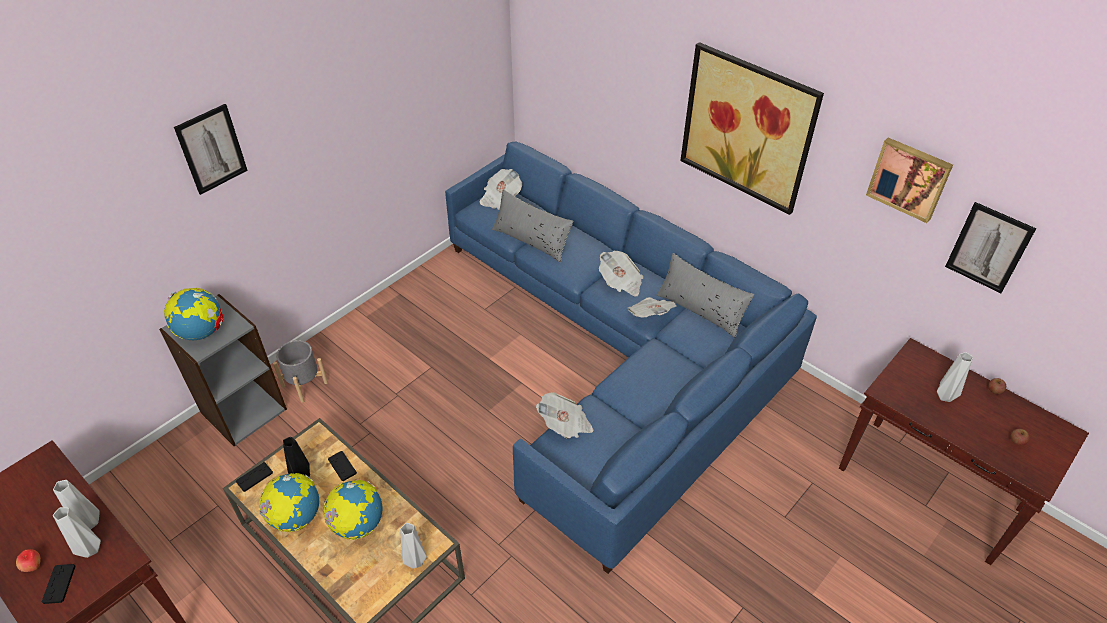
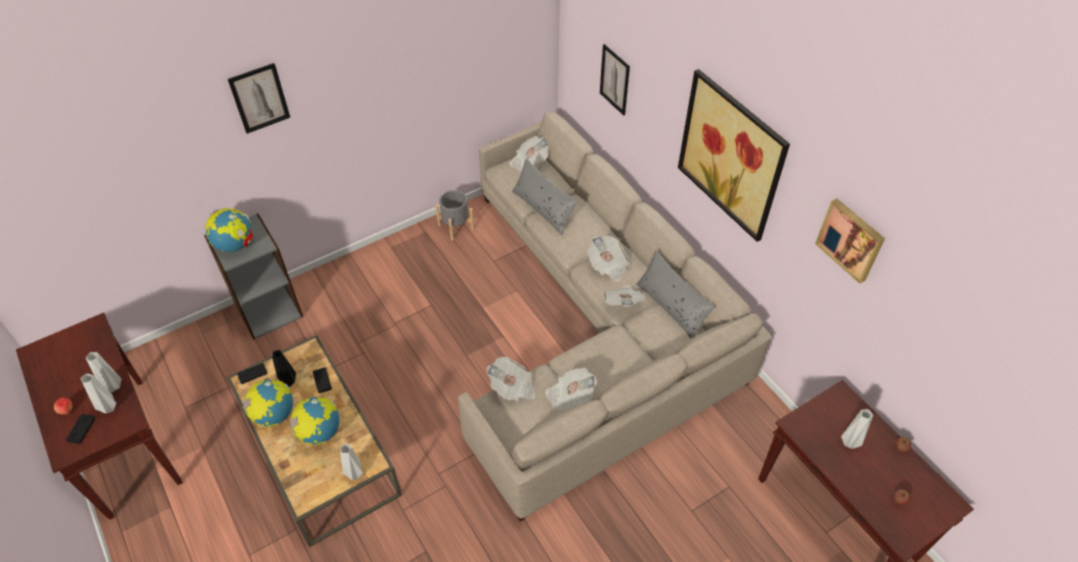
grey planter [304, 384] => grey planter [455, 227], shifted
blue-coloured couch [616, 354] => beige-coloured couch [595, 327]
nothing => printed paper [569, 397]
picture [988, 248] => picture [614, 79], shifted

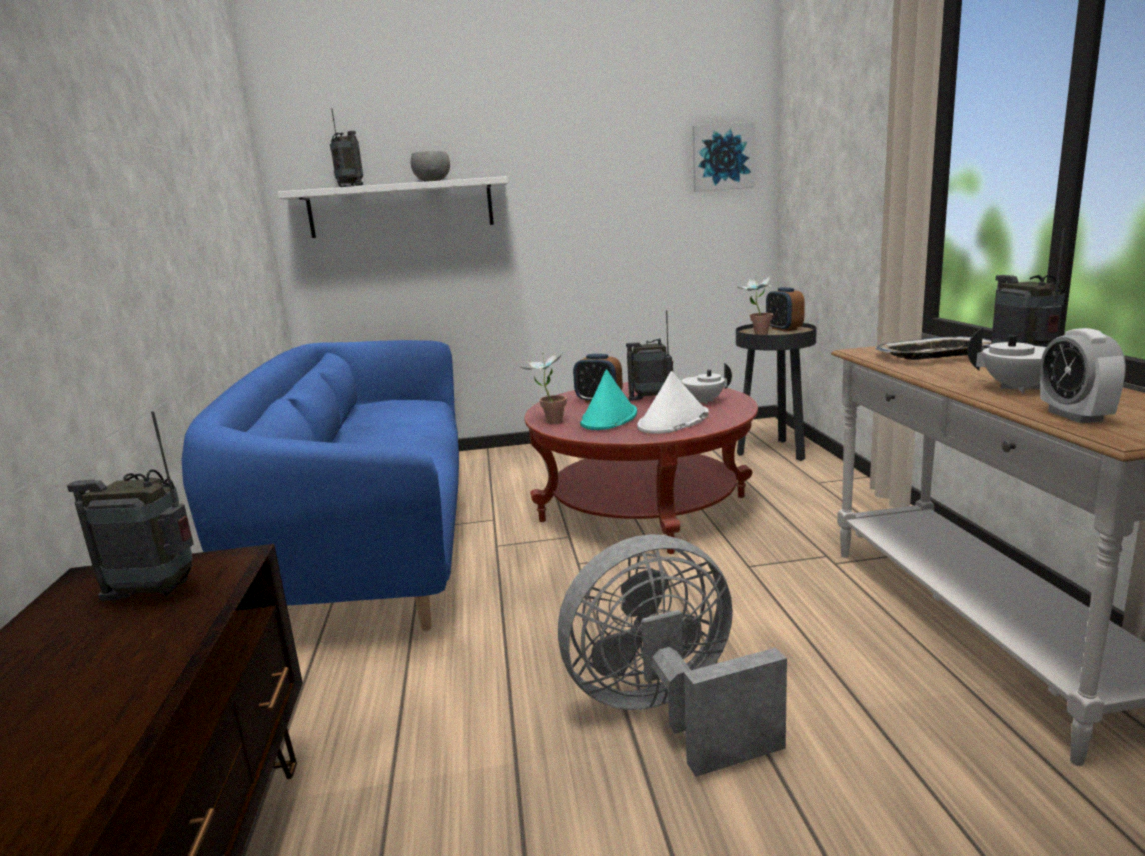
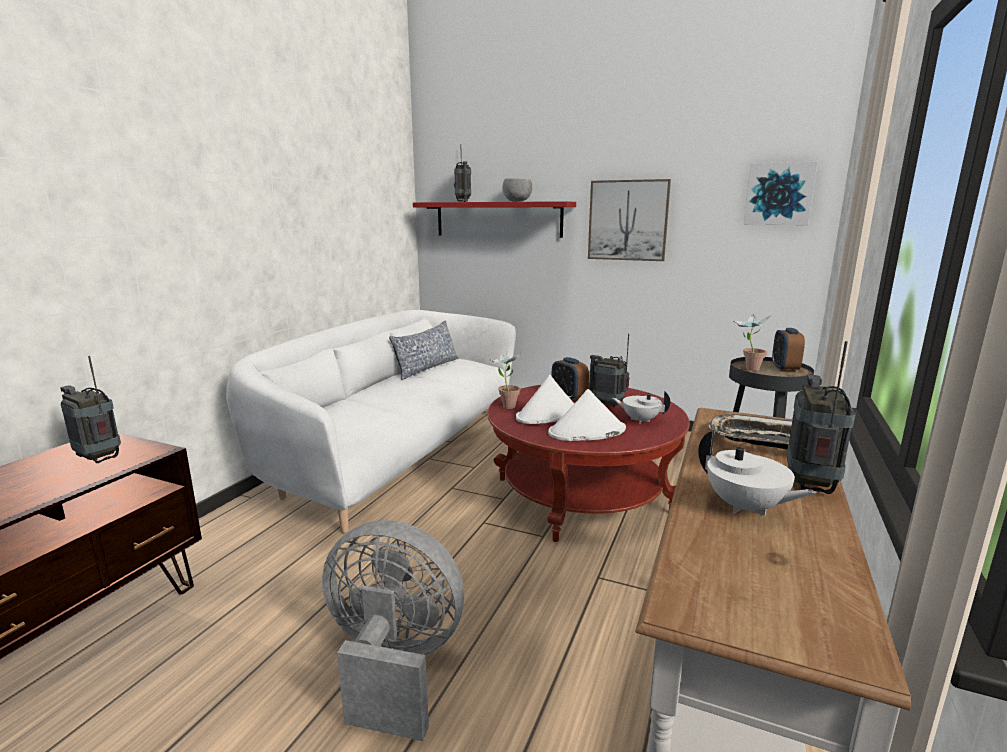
blue-coloured couch [373, 535] => white couch [395, 453]
nothing => cushion [426, 368]
white bracket shelf [401, 208] => red-coloured bracket shelf [498, 219]
turquoise-coloured clothing hat [609, 418] => white clothing hat [548, 415]
nothing => picture [628, 220]
table clock [1075, 416] => nothing

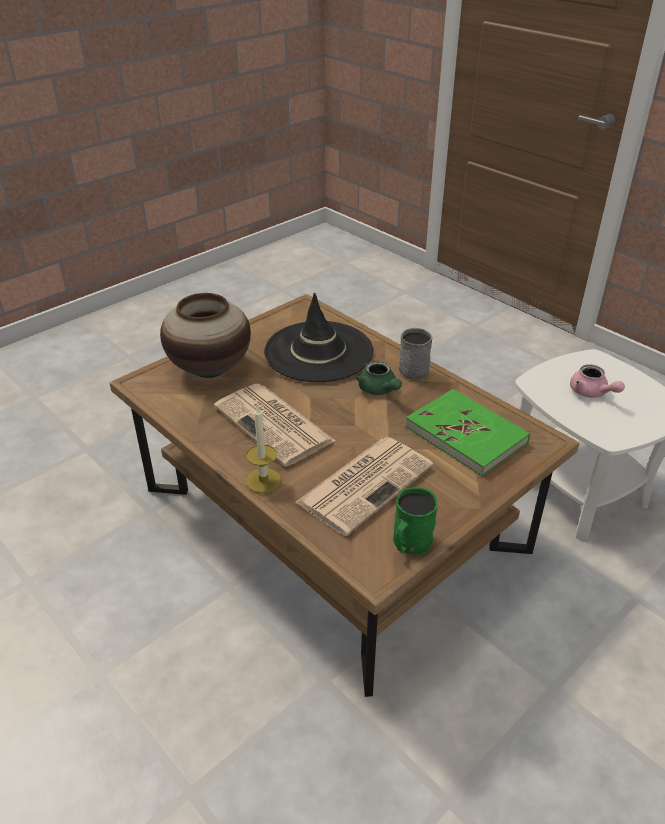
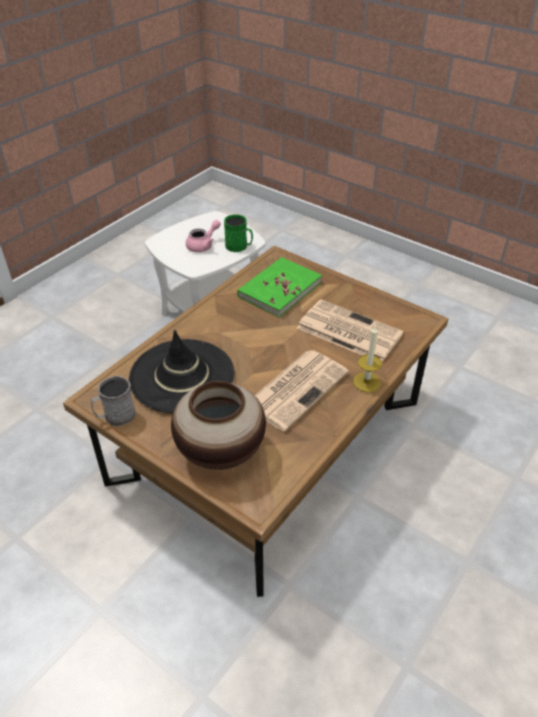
grey coffee mug [412, 368] => grey coffee mug [115, 416], shifted
greenish coffee mug [410, 543] => greenish coffee mug [239, 246], shifted
greenish teapot [379, 390] => nothing

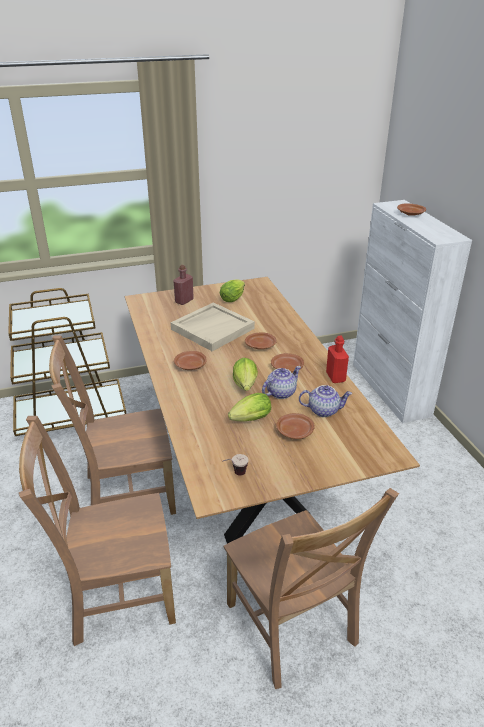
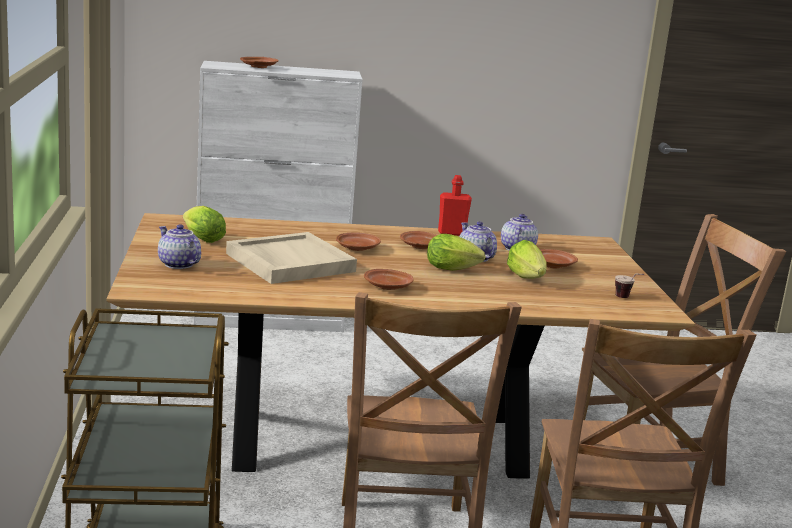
red-coloured beverage bottle [184, 301] => teapot [177, 264]

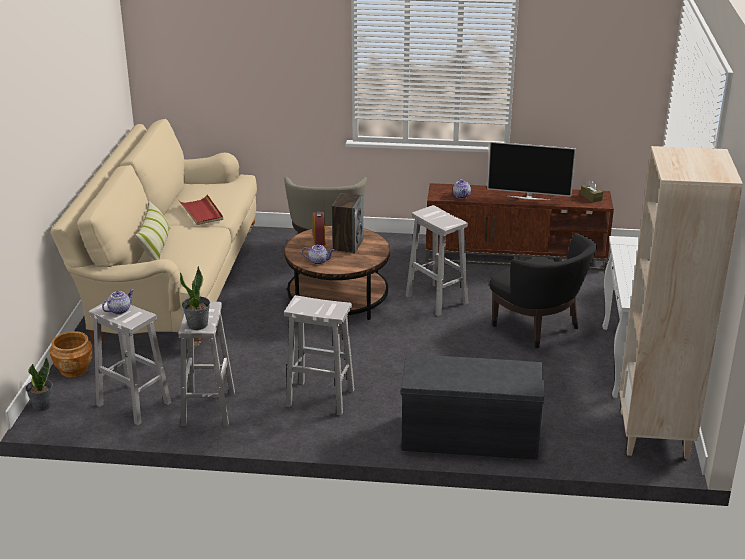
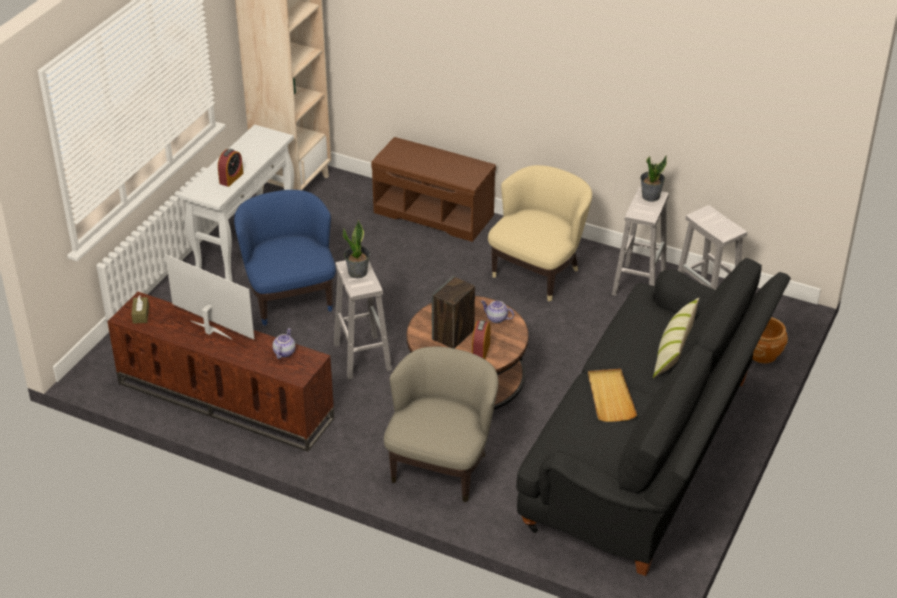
nothing => table clock [231, 178]
black easy chair [539, 328] => blue-coloured easy chair [289, 298]
houseplant [42, 405] => houseplant [358, 272], shifted
grey long seat [468, 437] => brown long seat [435, 213]
white sitting stool [319, 398] => beige-coloured easy chair [538, 272]
beige-coloured couch [172, 283] => black couch [648, 455]
red-coloured serving tray [201, 212] => beige-coloured serving tray [610, 397]
teapot [119, 310] => nothing

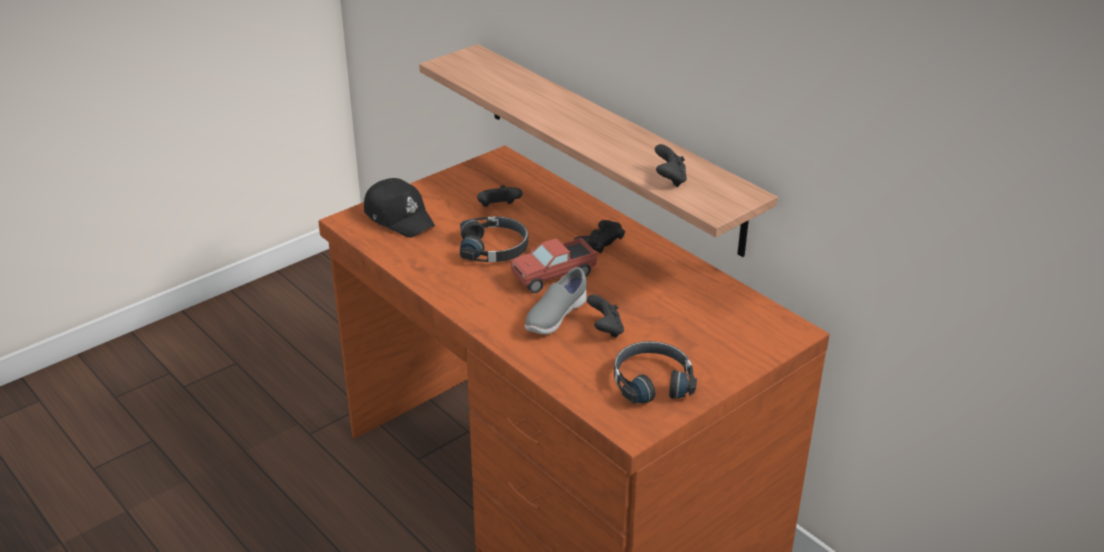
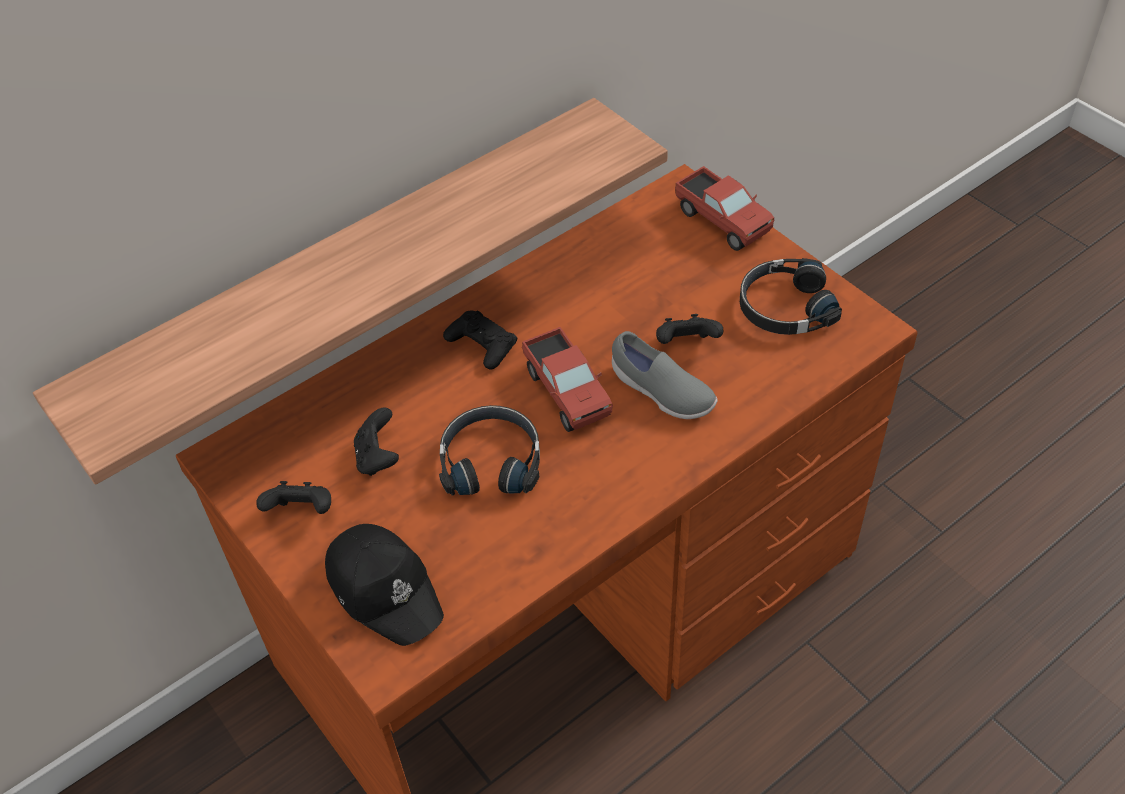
black joypad [669, 179] => black joypad [302, 511], shifted
black peaked cap [399, 217] => black peaked cap [385, 589], 90 degrees clockwise
nothing => toy truck [722, 222]

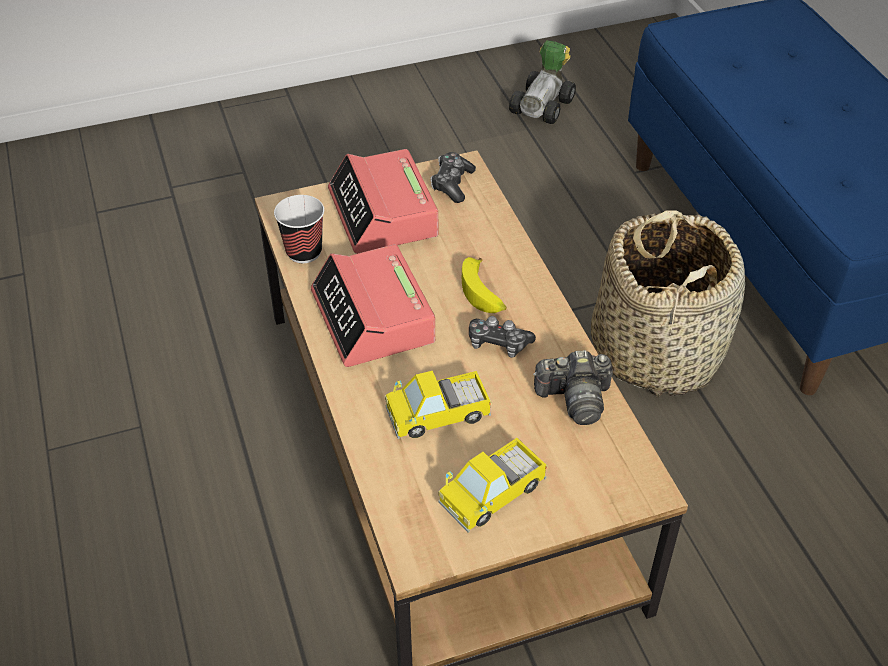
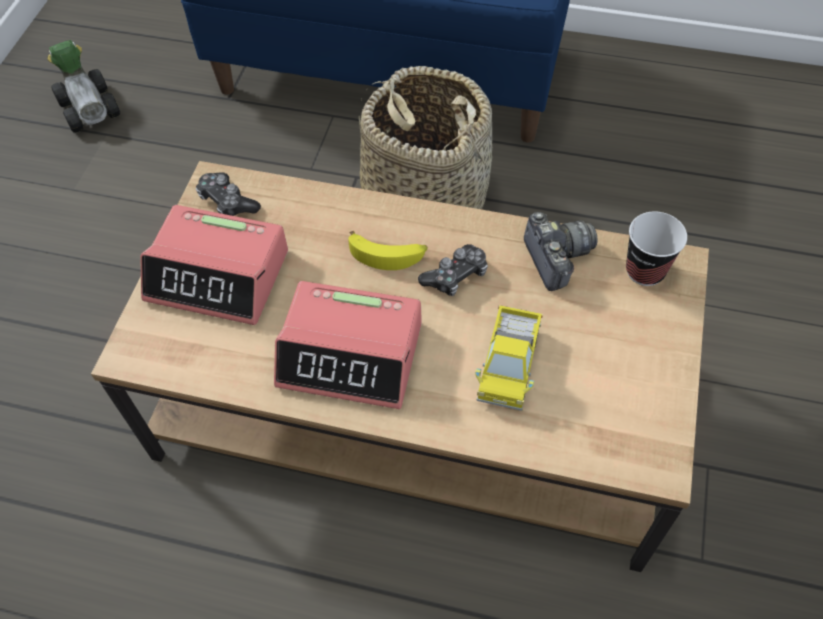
still camera [574, 399] => still camera [556, 258], 45 degrees counterclockwise
small cup [304, 252] => small cup [645, 271], shifted
toy truck [492, 494] => nothing

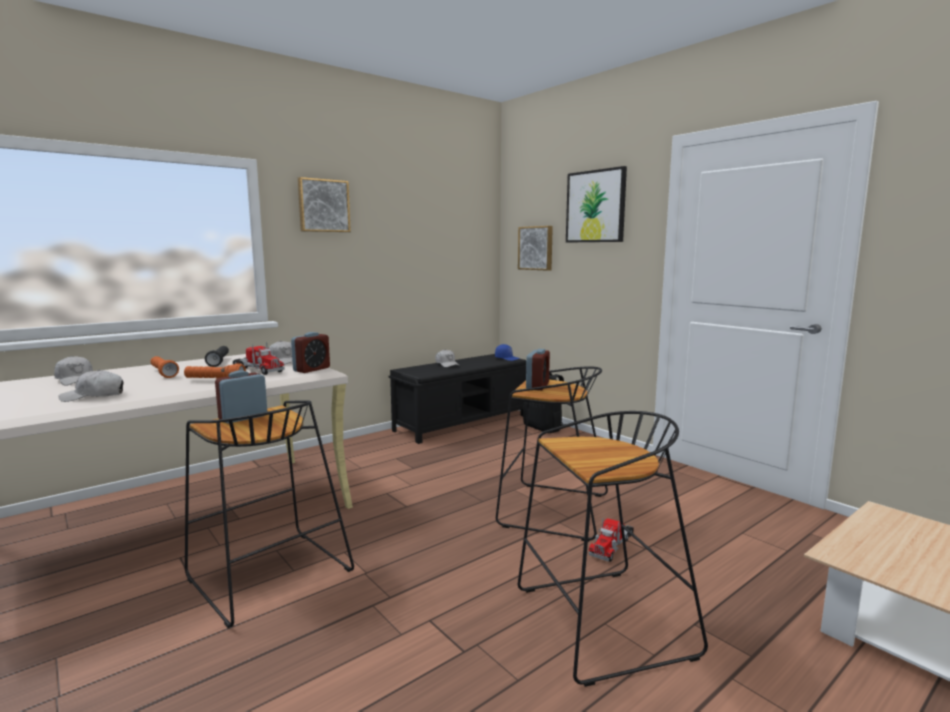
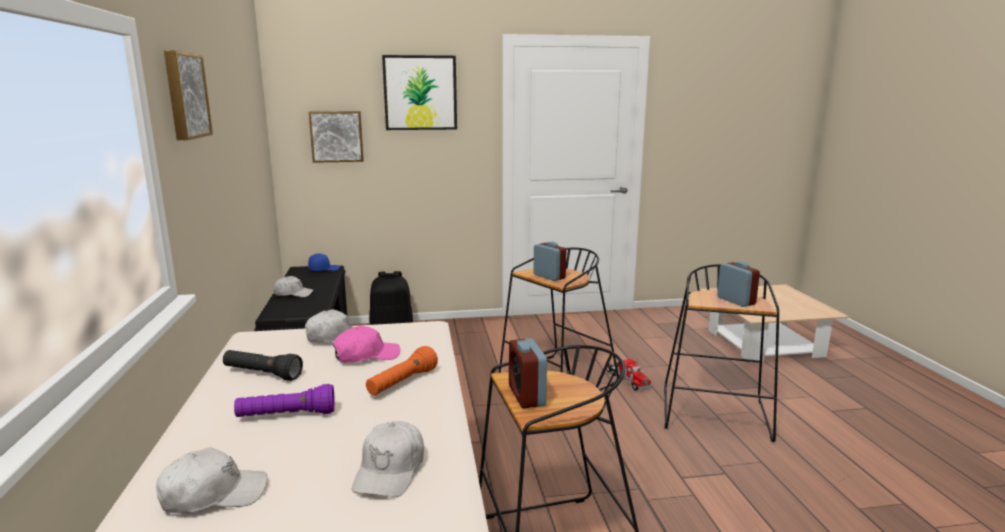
orange-coloured flashlight [163, 373] => purple flashlight [286, 416]
toy truck [257, 370] => pinkish peaked cap [366, 355]
table clock [311, 369] => table clock [736, 301], shifted

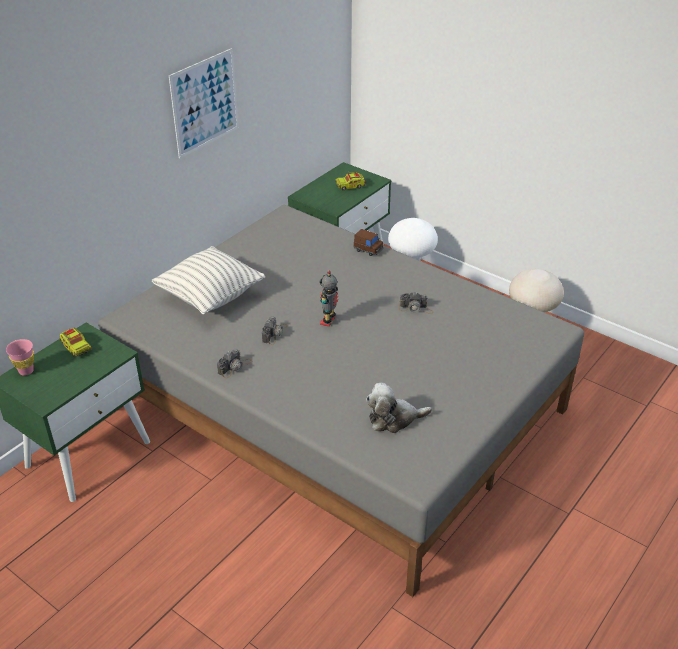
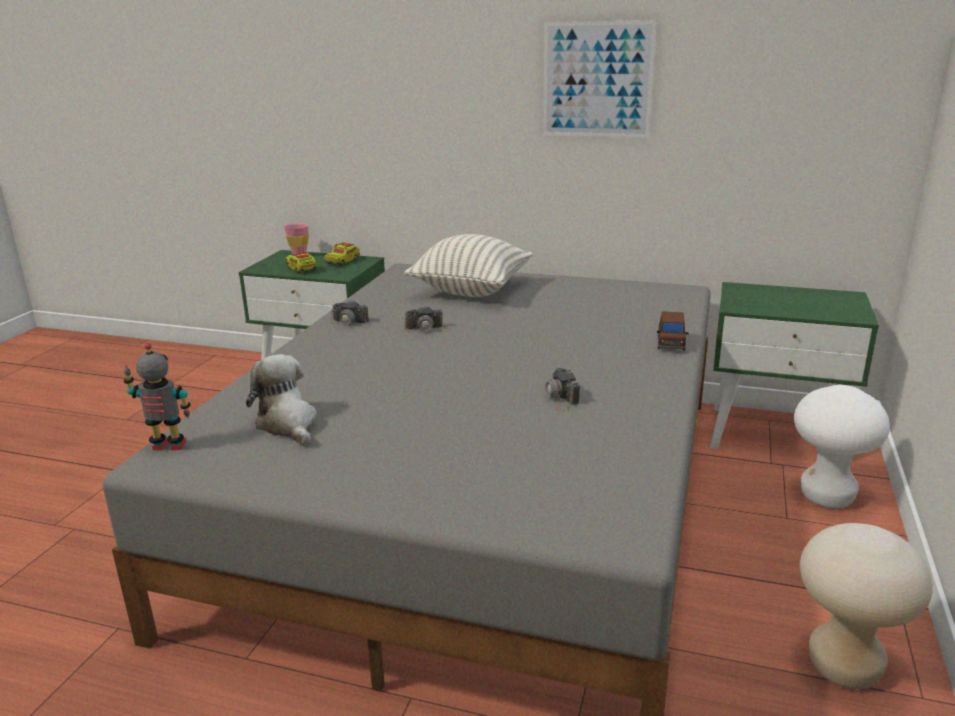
robot figure [328, 321] => robot figure [168, 447], shifted
toy truck [350, 186] => toy truck [301, 269], shifted

